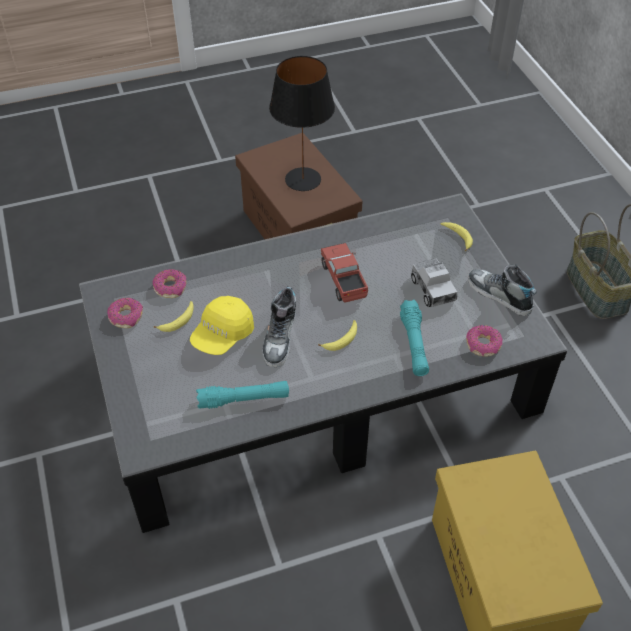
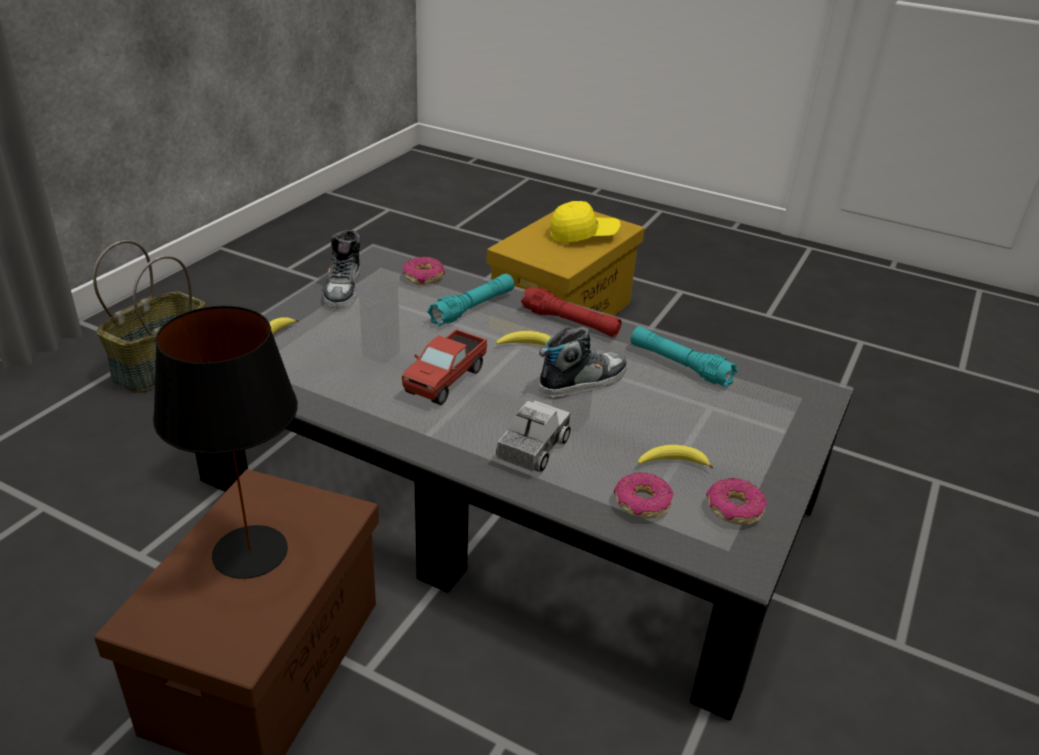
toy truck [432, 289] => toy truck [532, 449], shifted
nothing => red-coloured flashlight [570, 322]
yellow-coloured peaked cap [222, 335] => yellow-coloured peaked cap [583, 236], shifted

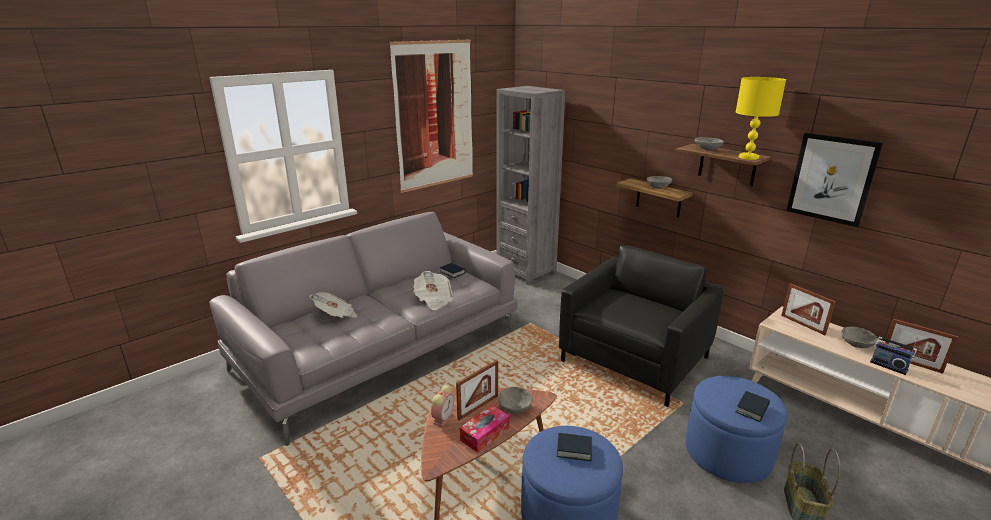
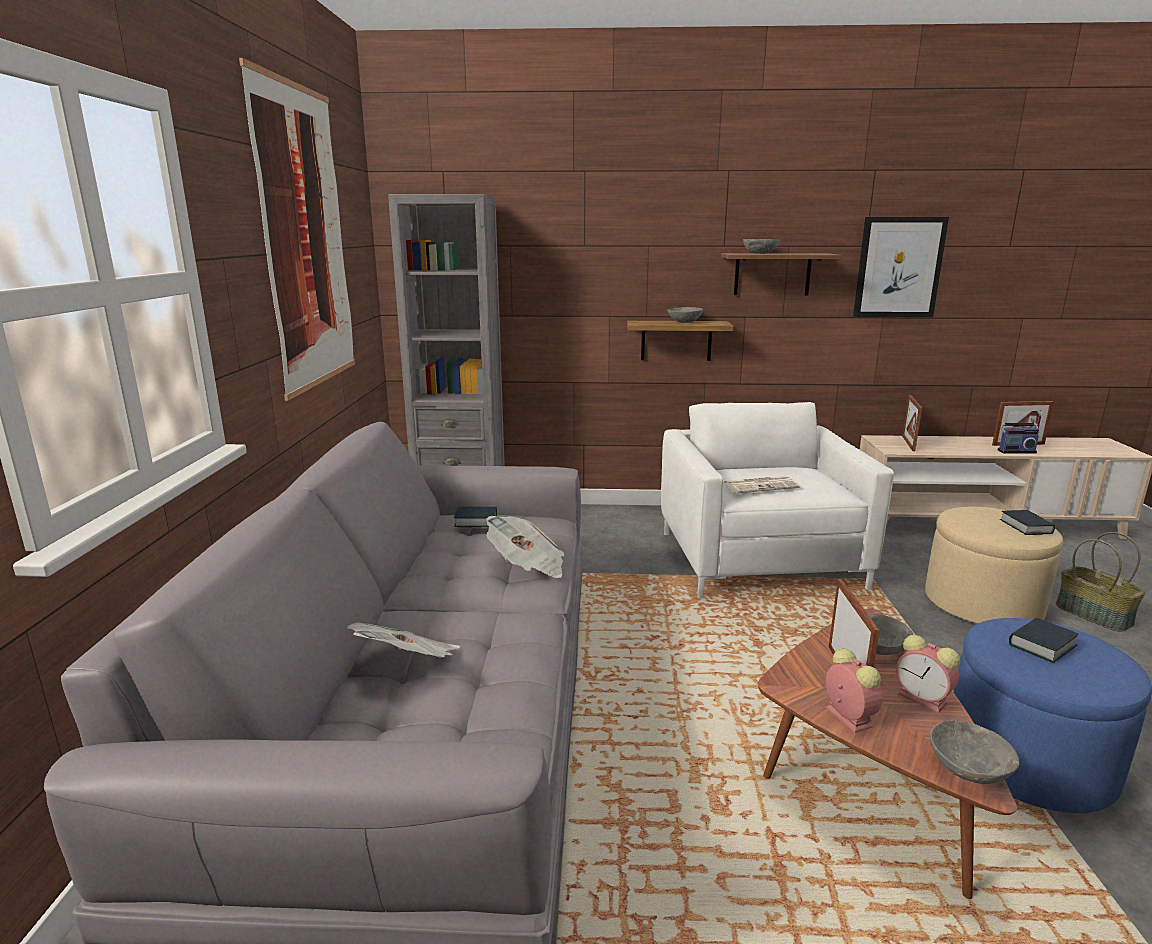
black easy chair [635, 359] => white easy chair [759, 560]
nothing => printed paper [761, 485]
tissue box [485, 434] => table clock [924, 699]
photo frame [802, 325] => photo frame [908, 443], 90 degrees clockwise
blue-coloured footrest [727, 453] => beige-coloured footrest [982, 604]
grey bowl [856, 344] => grey bowl [967, 768], shifted
yellow-coloured lamp for a table [748, 157] => nothing

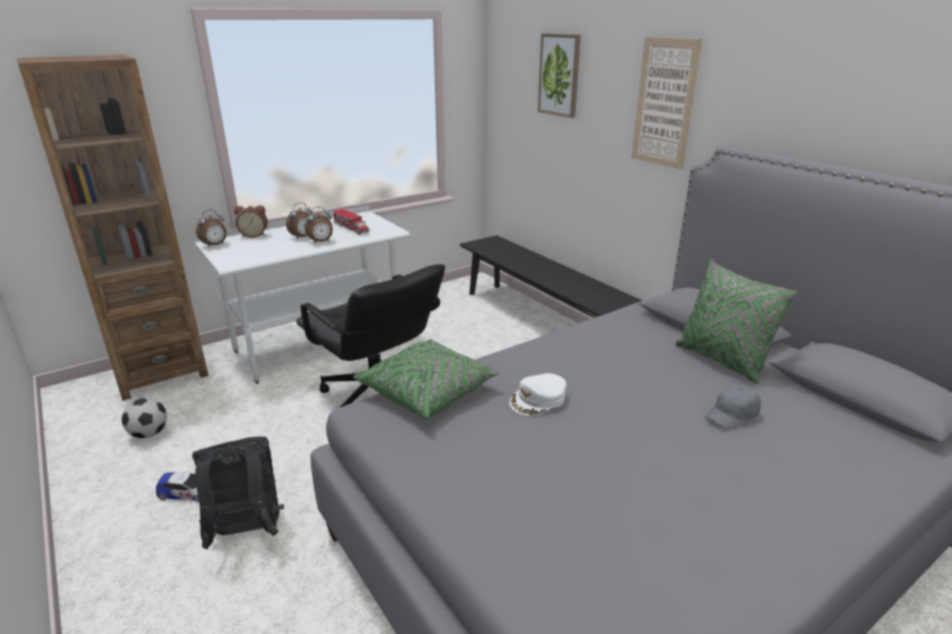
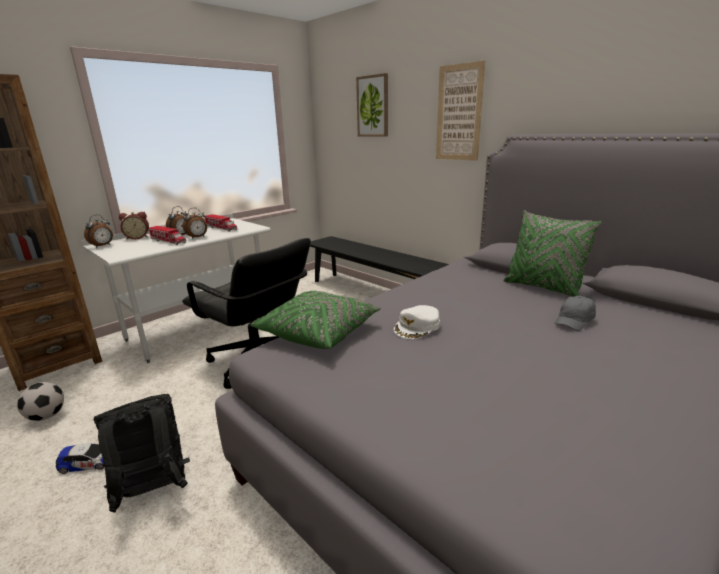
nothing => toy truck [168, 241]

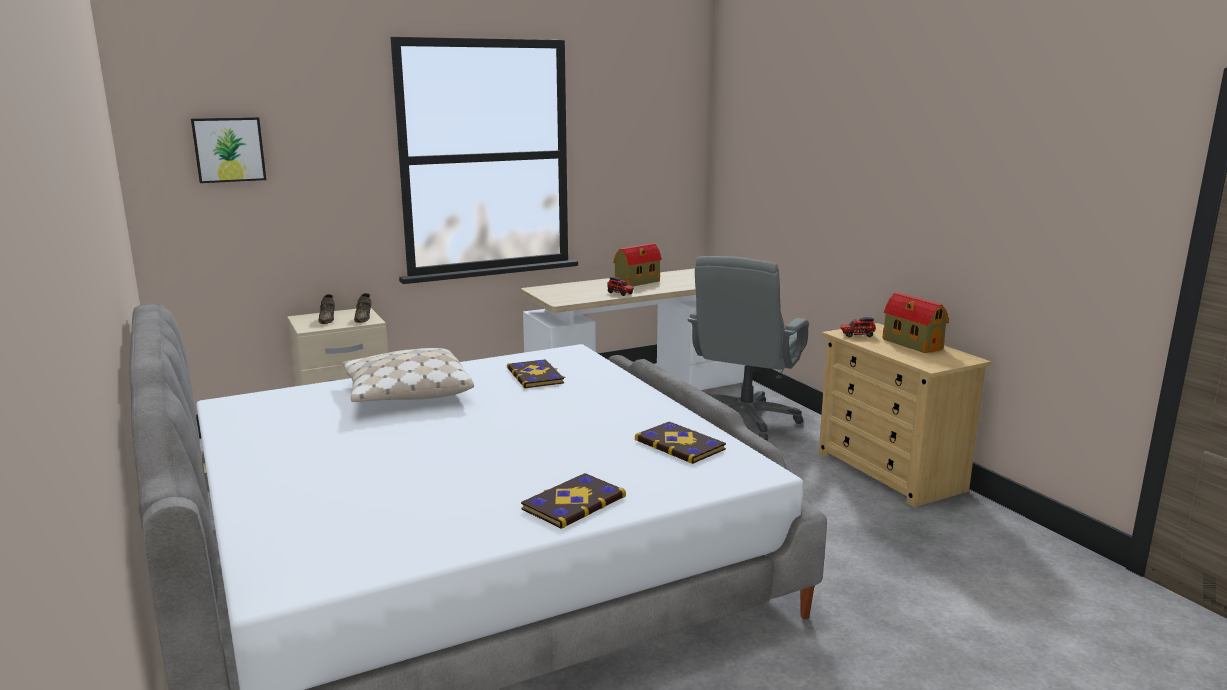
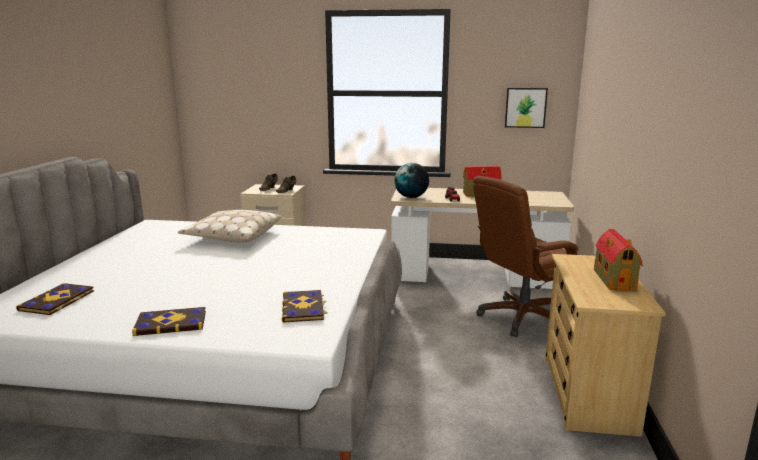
volume [536, 376] => volume [58, 301], shifted
nothing => world globe [411, 197]
grey computer chair [745, 420] => brown computer chair [522, 317]
picture [229, 149] => picture [525, 107], shifted
toy truck [856, 335] => nothing

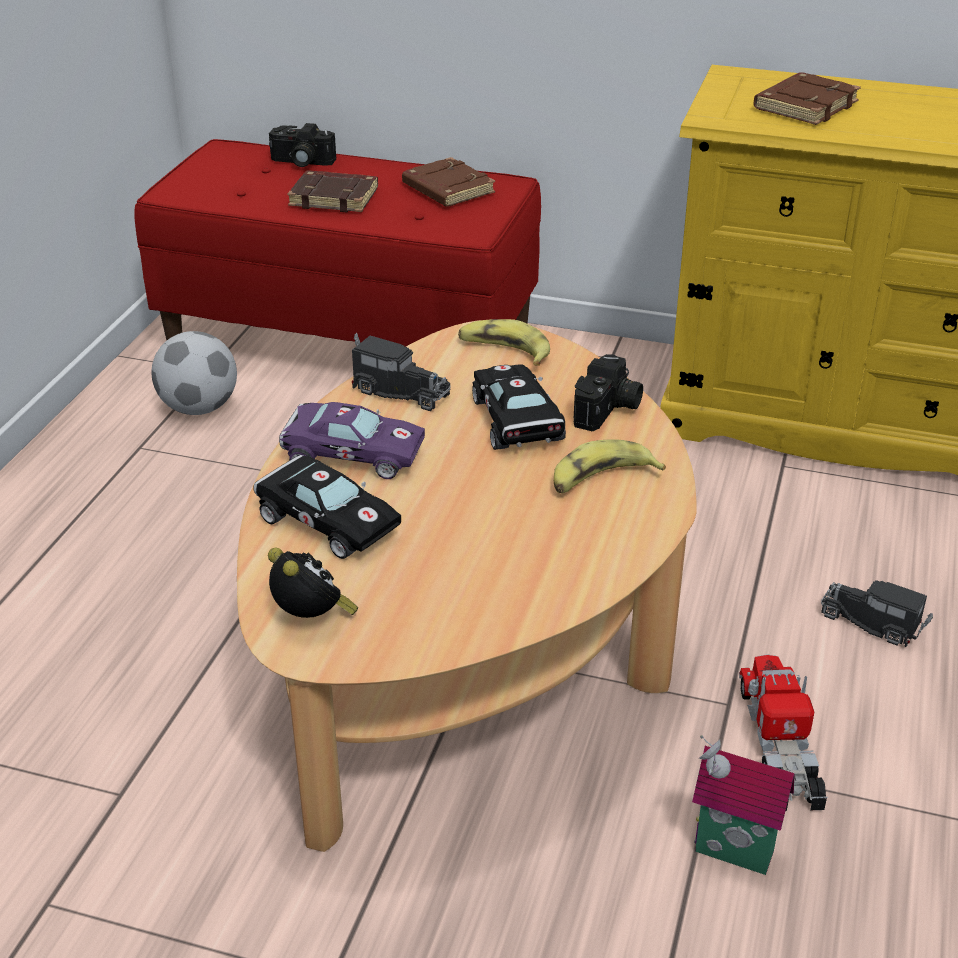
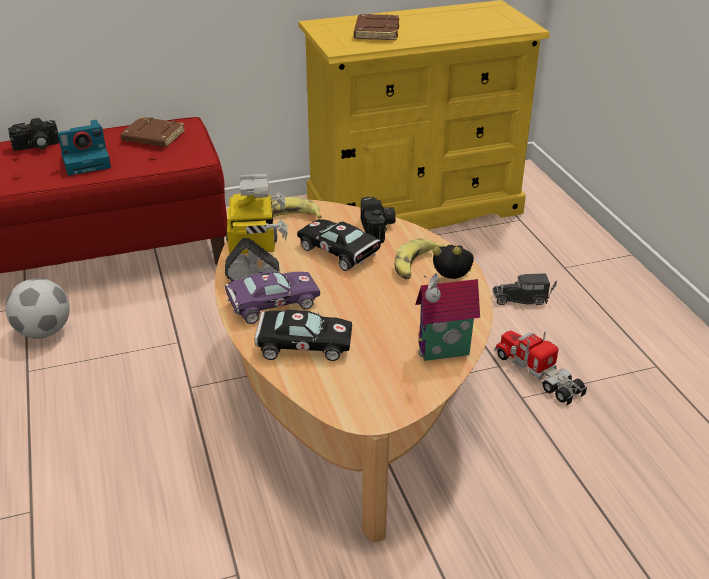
brown volume [335, 197] => still camera [87, 161]
toy truck [397, 391] => robot figure [254, 260]
miniature house [731, 855] => miniature house [444, 353], shifted
table clock [312, 619] => table clock [453, 281], shifted

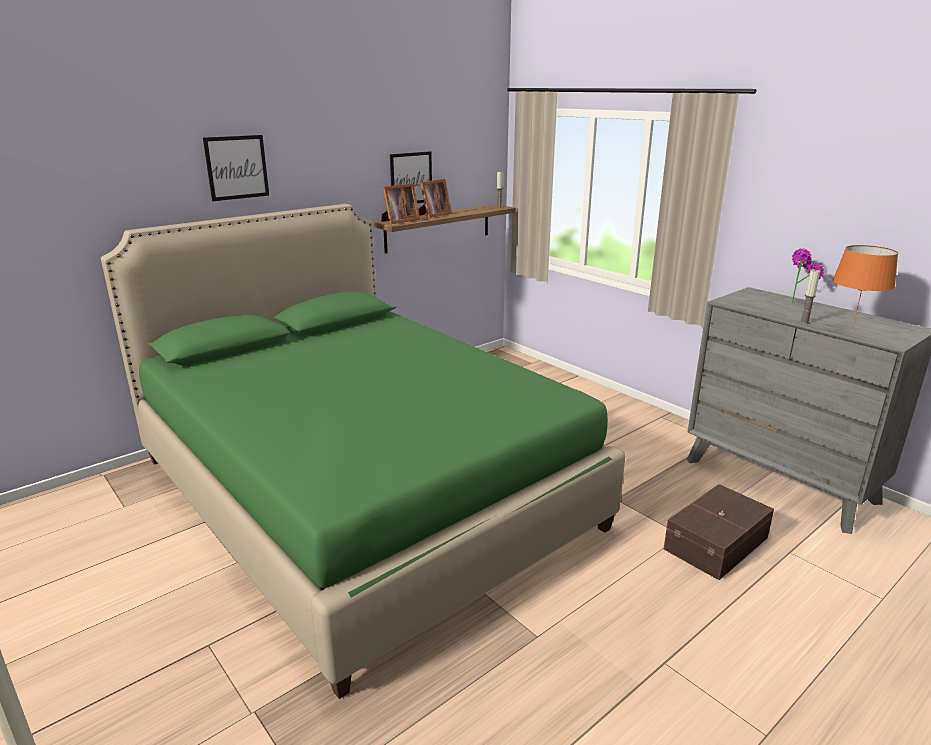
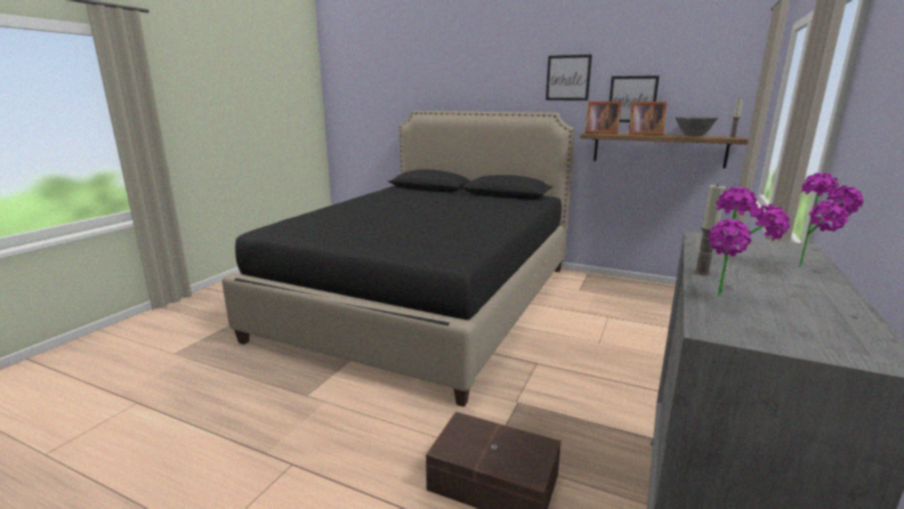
greenish bed [361, 492] => black bed [426, 300]
picture [237, 167] => picture [568, 78], shifted
nothing => grey bowl [693, 136]
orange-coloured lamp for a table [851, 330] => houseplant [731, 300]

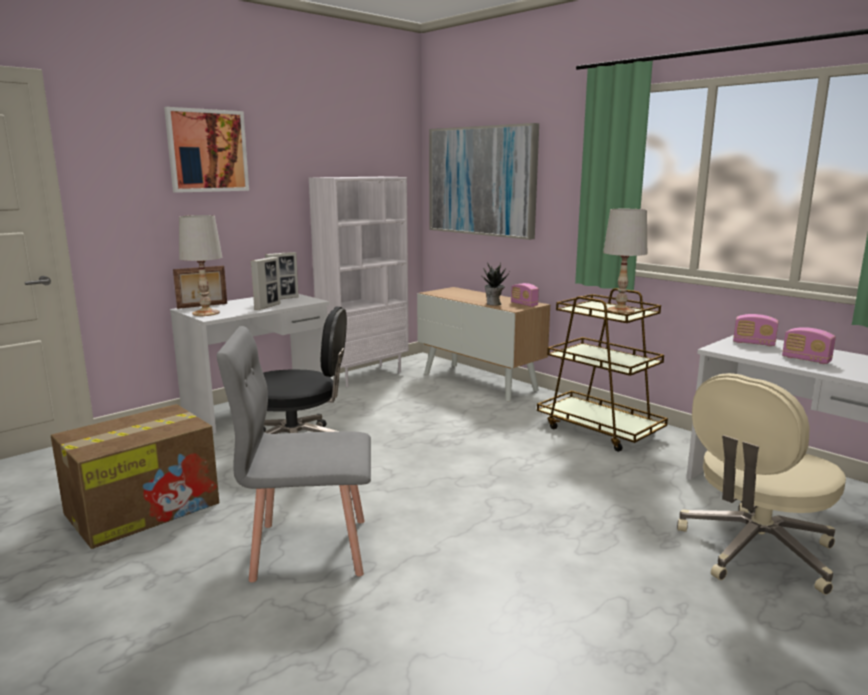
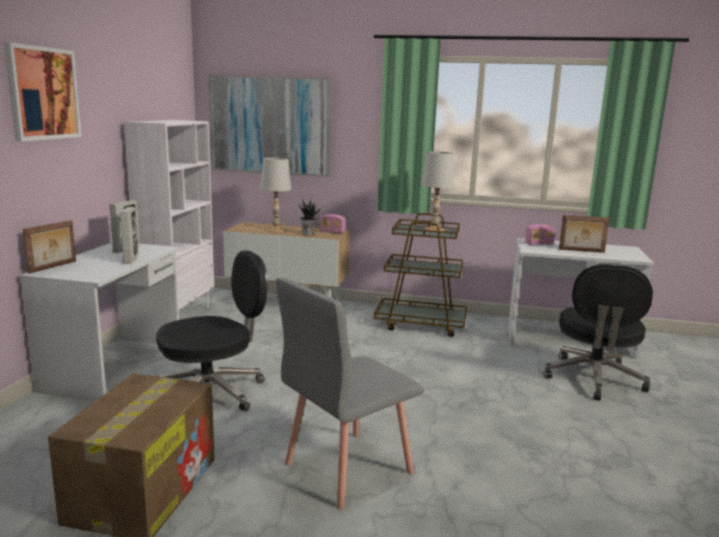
white lamp for a table [206, 313] => white lamp for a table [276, 230], shifted
beige-coloured computer chair [755, 551] => black computer chair [593, 379]
radio receiver [806, 360] => photo frame [581, 251]

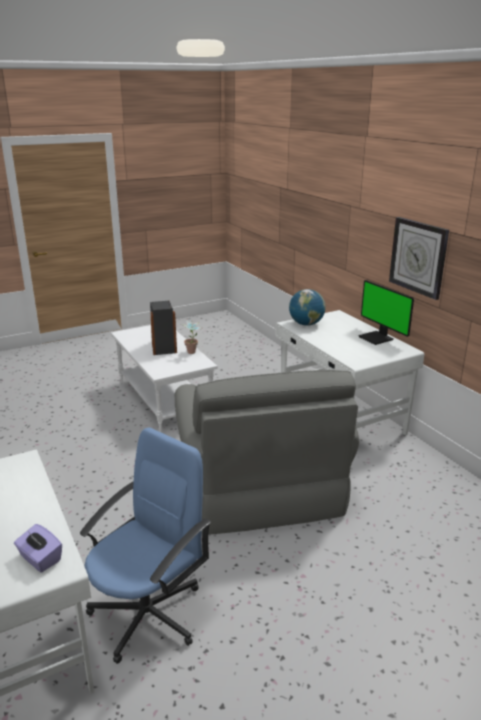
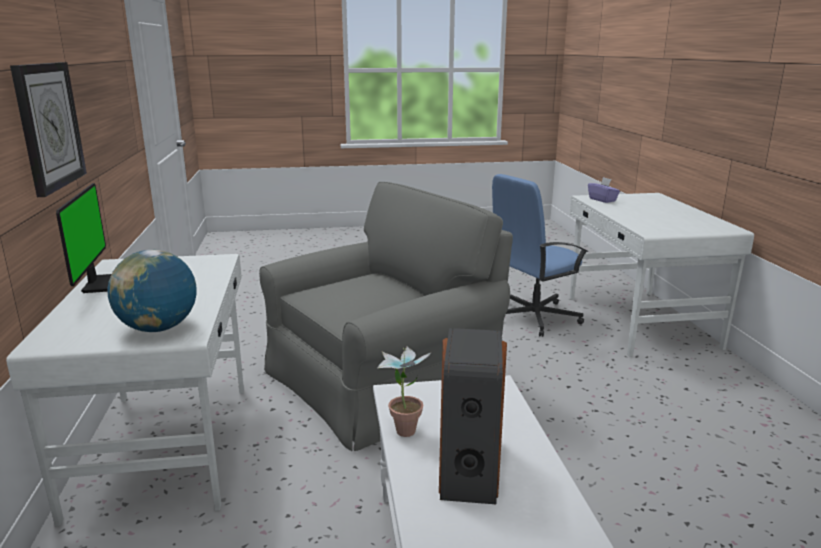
grey easy chair [261, 484] => grey easy chair [383, 379], 45 degrees clockwise

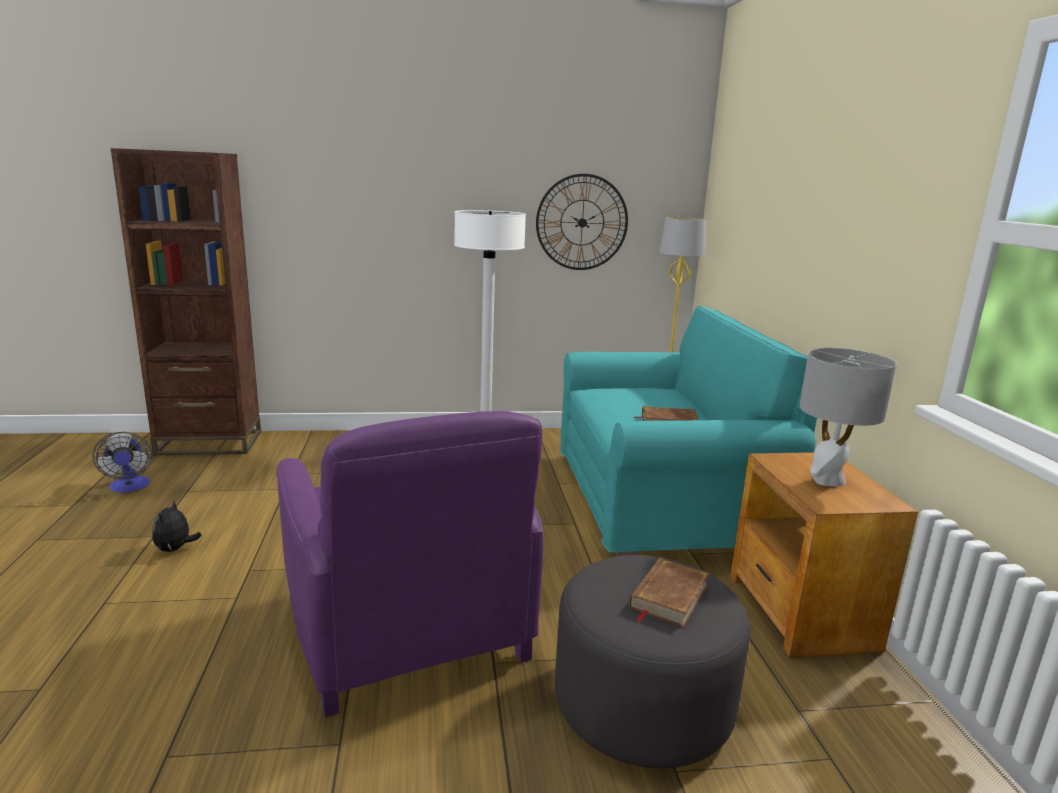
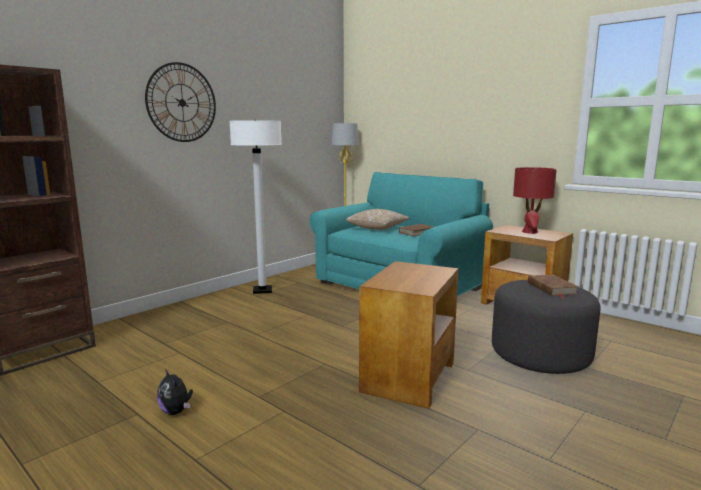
wall clock [582, 222] => wall clock [182, 102], shifted
nothing => cushion [378, 228]
purple easy chair [409, 630] => brown accent table [408, 377]
grey lamp for a table [827, 480] => red-coloured lamp for a table [530, 232]
cooling fan [129, 487] => nothing

